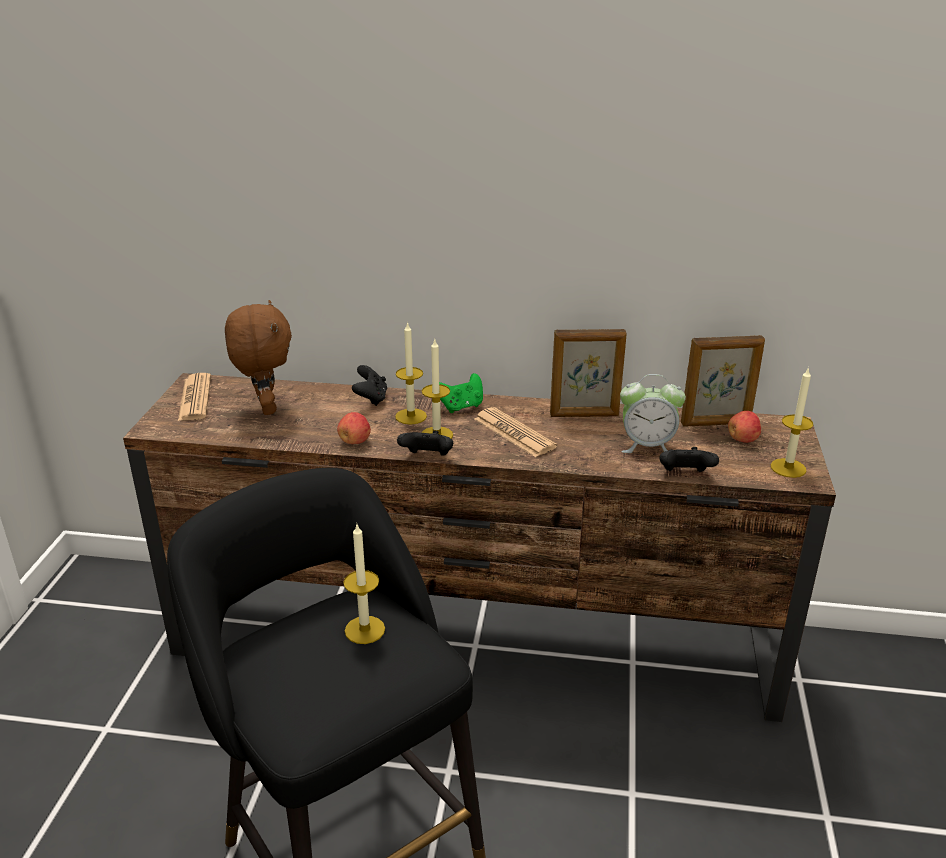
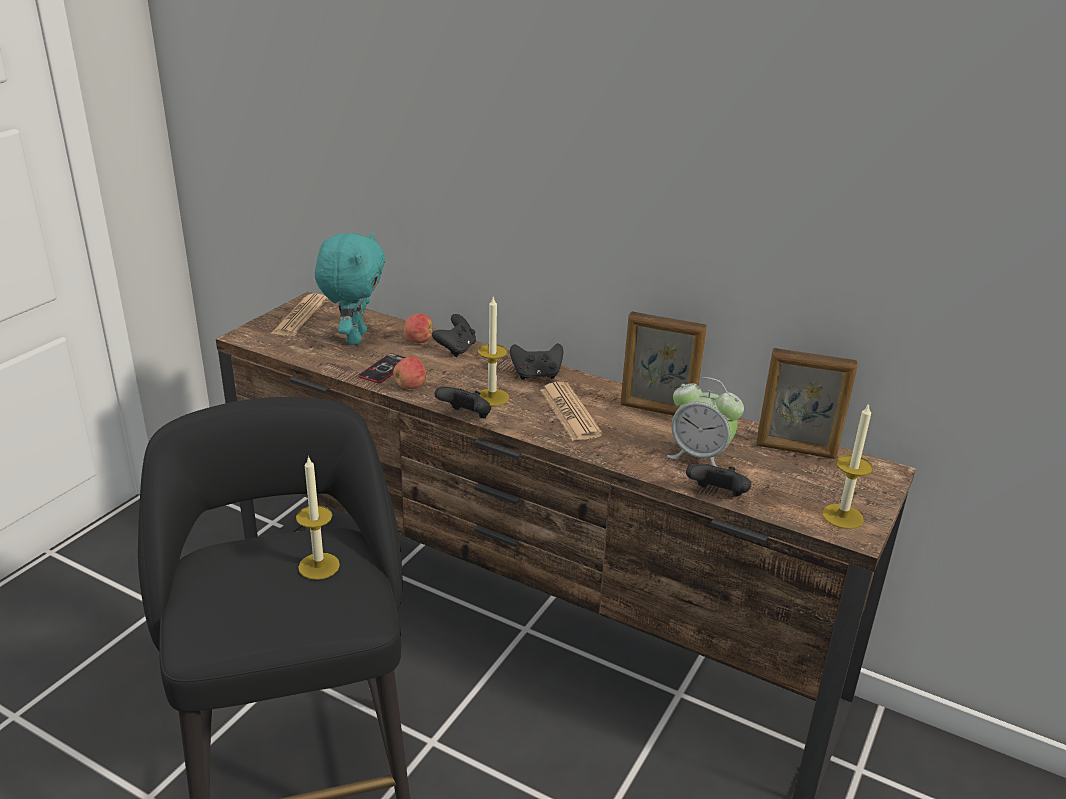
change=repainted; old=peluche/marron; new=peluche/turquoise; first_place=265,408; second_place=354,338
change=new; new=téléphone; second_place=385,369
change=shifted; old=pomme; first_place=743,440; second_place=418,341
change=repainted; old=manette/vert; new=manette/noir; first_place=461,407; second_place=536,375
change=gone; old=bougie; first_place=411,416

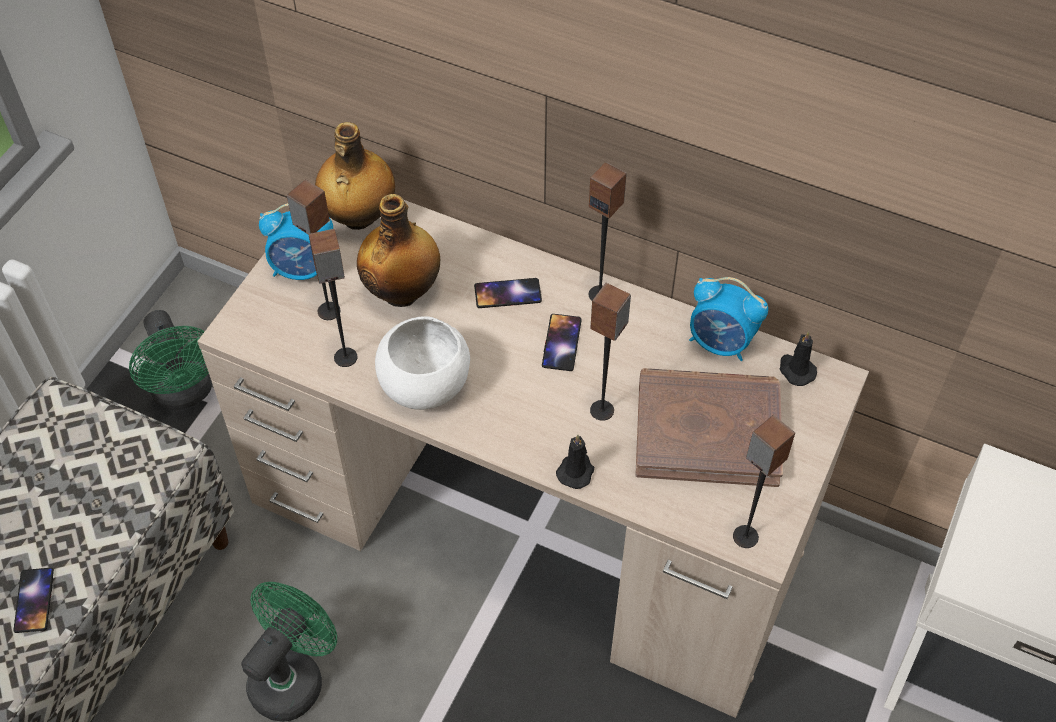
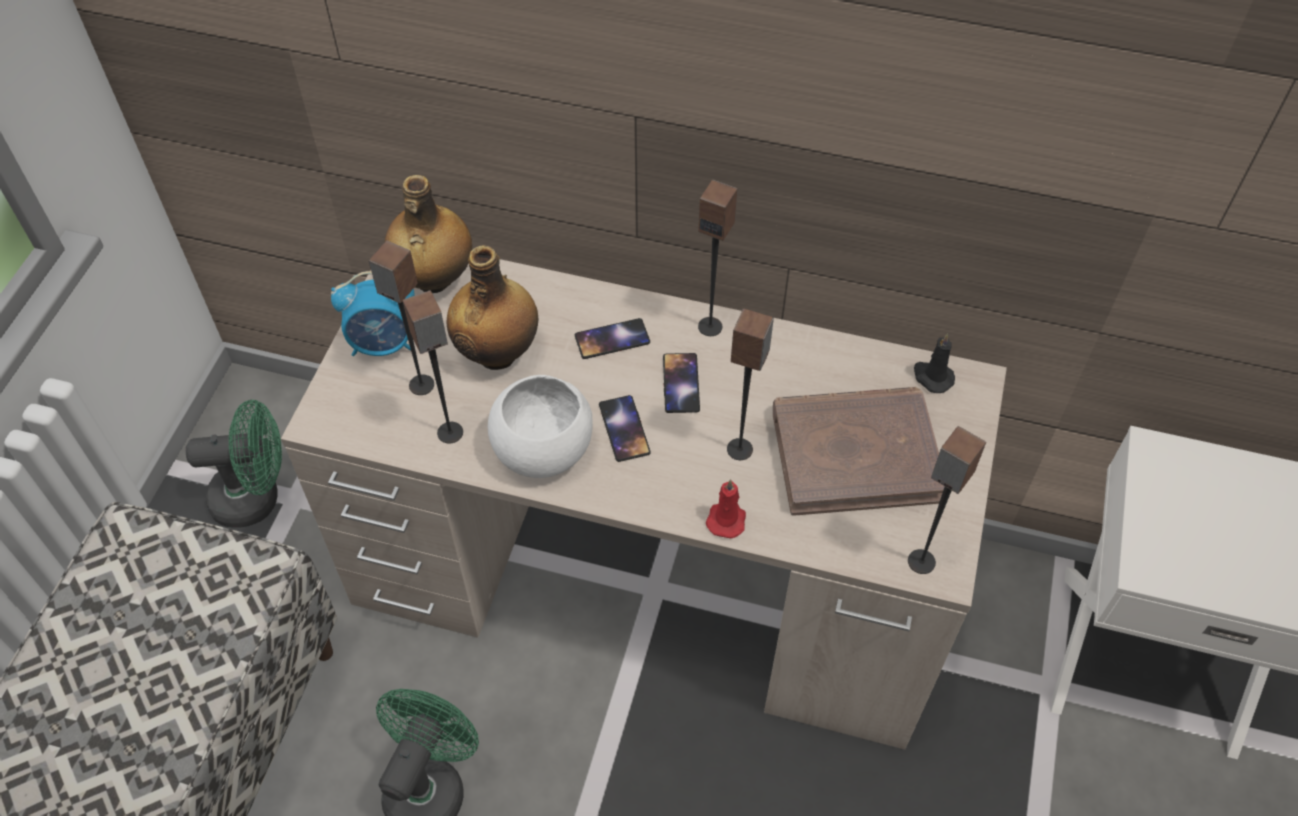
change=rotated; old=ventilateur/vert; first_place=185,393; second_place=257,497; degrees=-60
change=shifted; old=téléphone; first_place=34,600; second_place=624,428
change=repainted; old=bougie/noir; new=bougie/rouge; first_place=576,470; second_place=726,518
change=gone; old=réveil; first_place=721,343

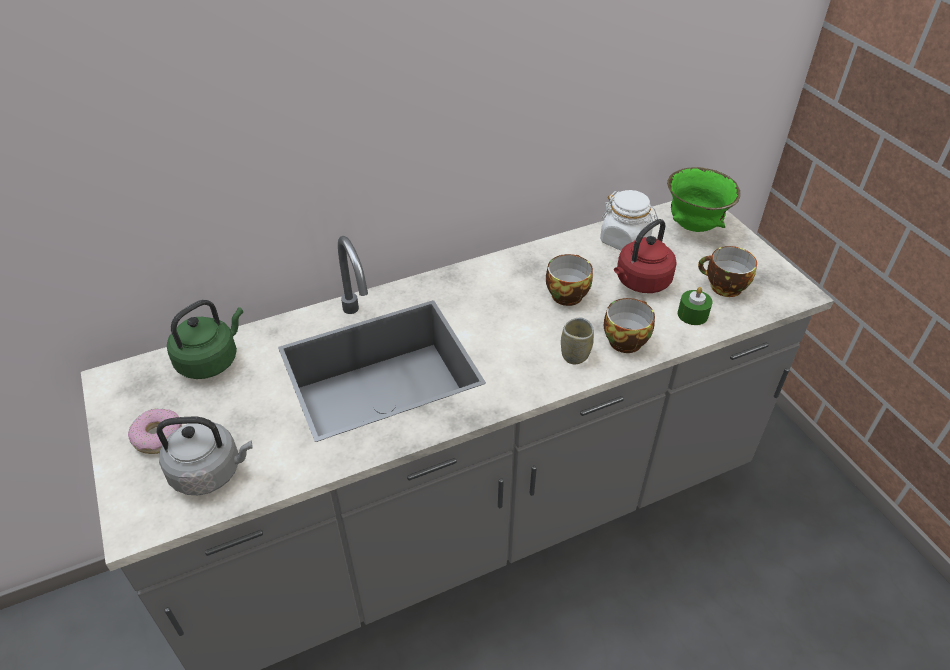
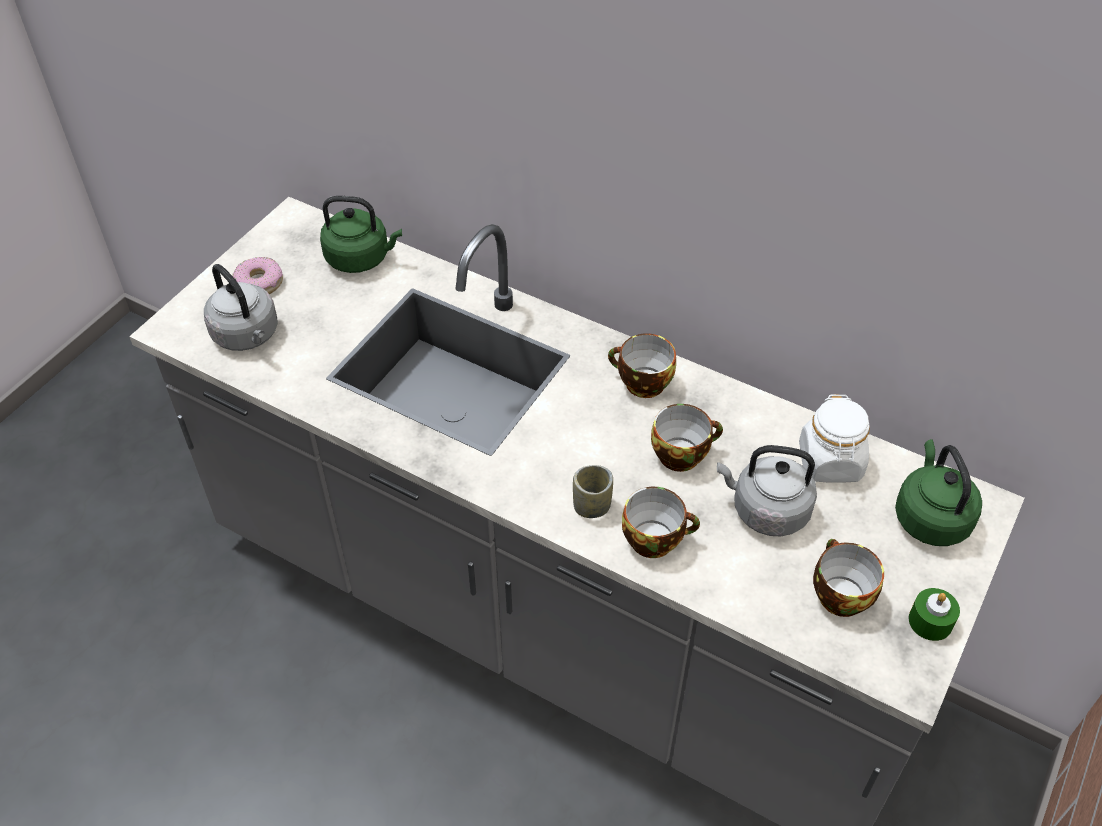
change=new; new=tasse; second_place=641,384
change=repainted; old=bouilloire/rouge; new=bouilloire/gris; first_place=640,282; second_place=766,510
change=swapped; old=bol/vert; new=bouilloire/vert; first_place=693,227; second_place=930,517
change=shifted; old=bougie/vert; first_place=692,314; second_place=930,621

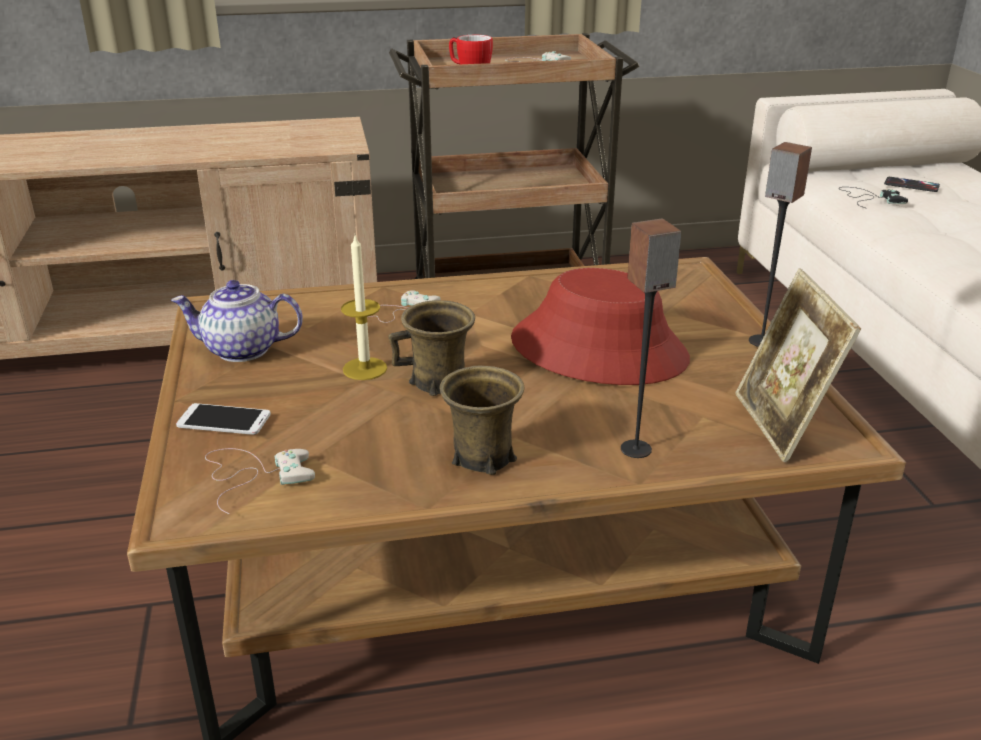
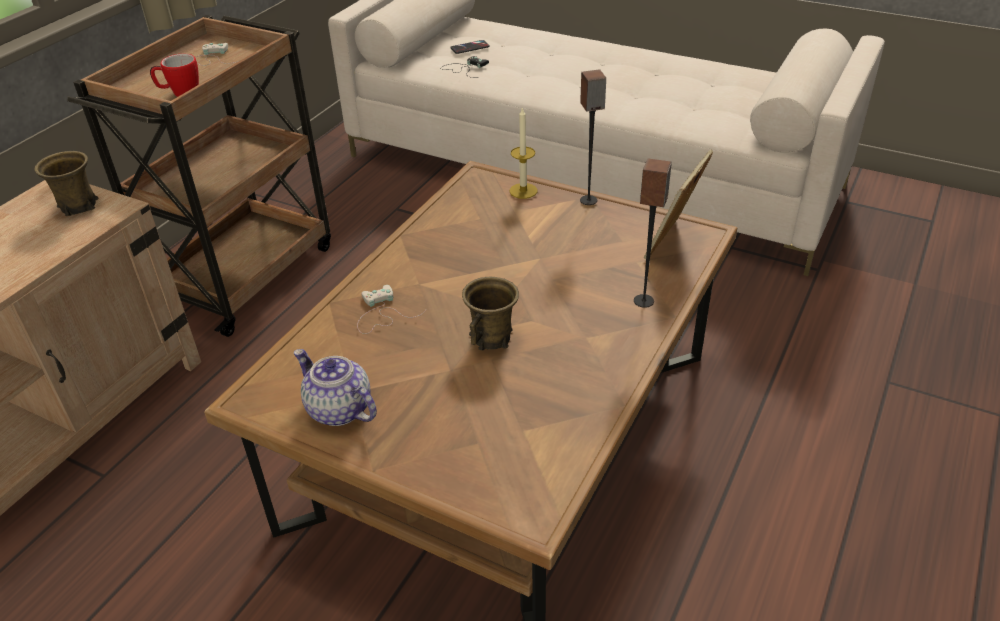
change=shifted; old=mug/marron; first_place=482,456; second_place=77,206
change=rotated; old=théière; first_place=241,350; second_place=338,409; degrees=90
change=shifted; old=bougie; first_place=365,369; second_place=523,191
change=rotated; old=cadre photo; first_place=781,425; second_place=673,243; degrees=90
change=gone; old=téléphone; first_place=224,420
change=gone; old=manette/blanc; first_place=253,474
change=gone; old=chapeau/rouge; first_place=599,350

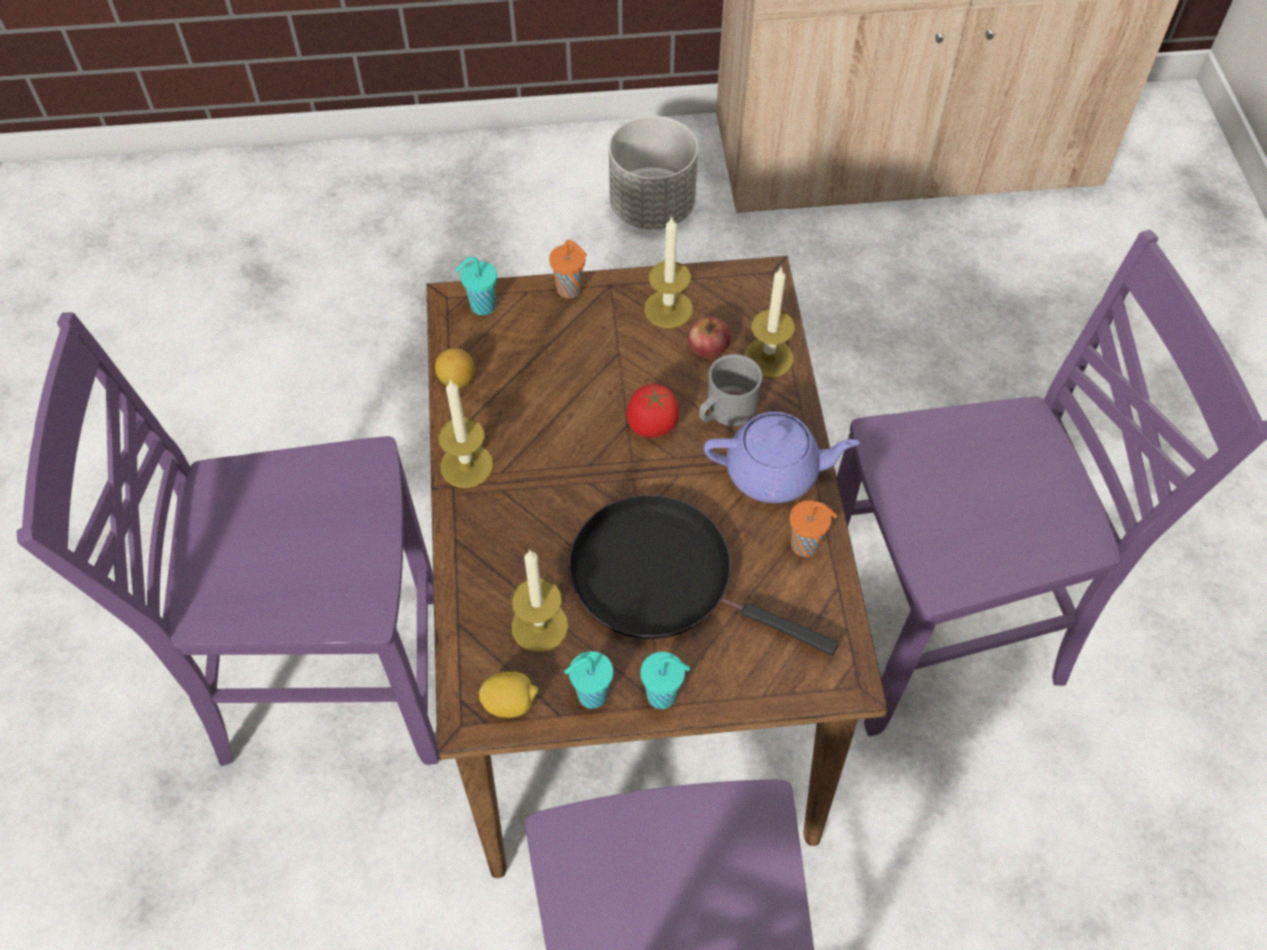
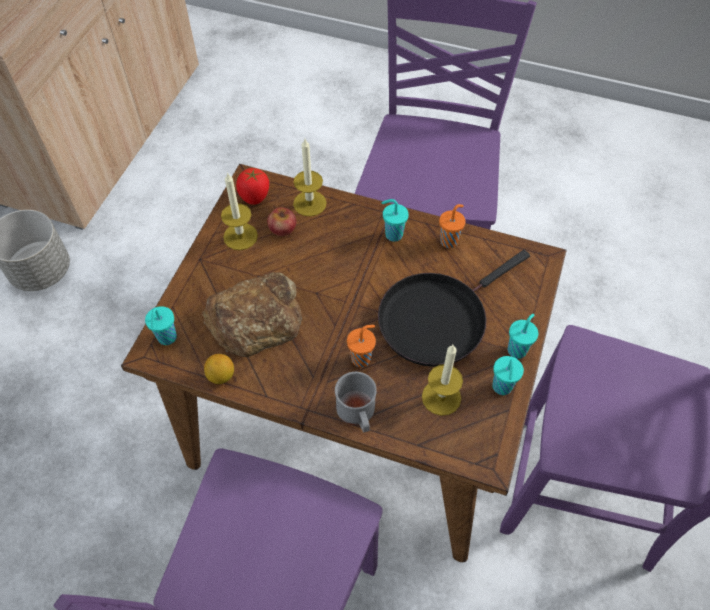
change=new; new=pain; second_place=256,319
change=shifted; old=tomate; first_place=652,426; second_place=254,197
change=shifted; old=mug/gris; first_place=725,411; second_place=357,414
change=shifted; old=tasse/orange; first_place=570,290; second_place=362,358
change=swapped; old=théière/violet; new=tasse/turquoise; first_place=774,472; second_place=392,234
change=gone; old=bougie; first_place=466,465
change=gone; old=citron; first_place=510,703

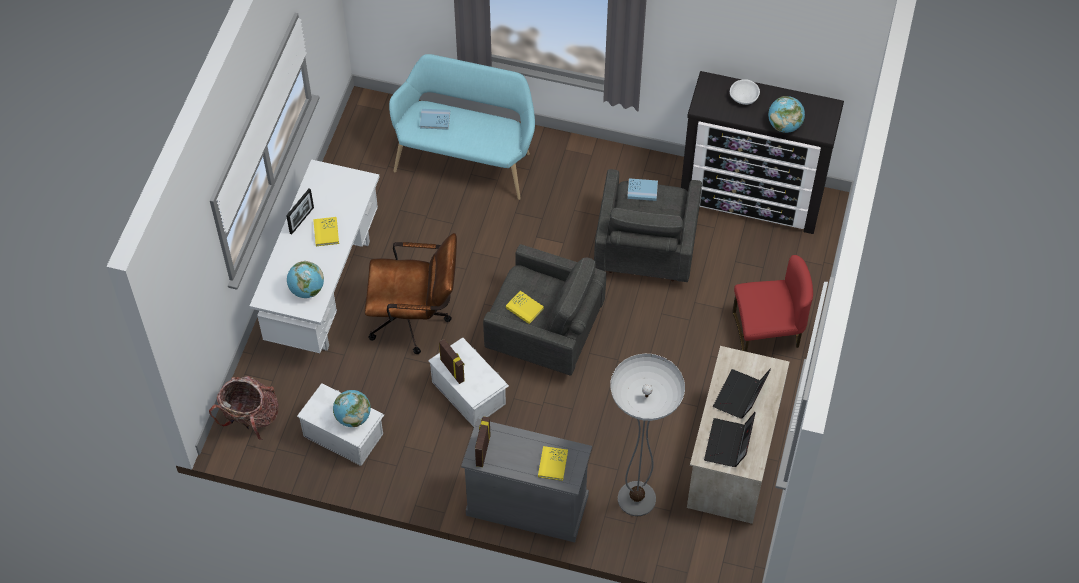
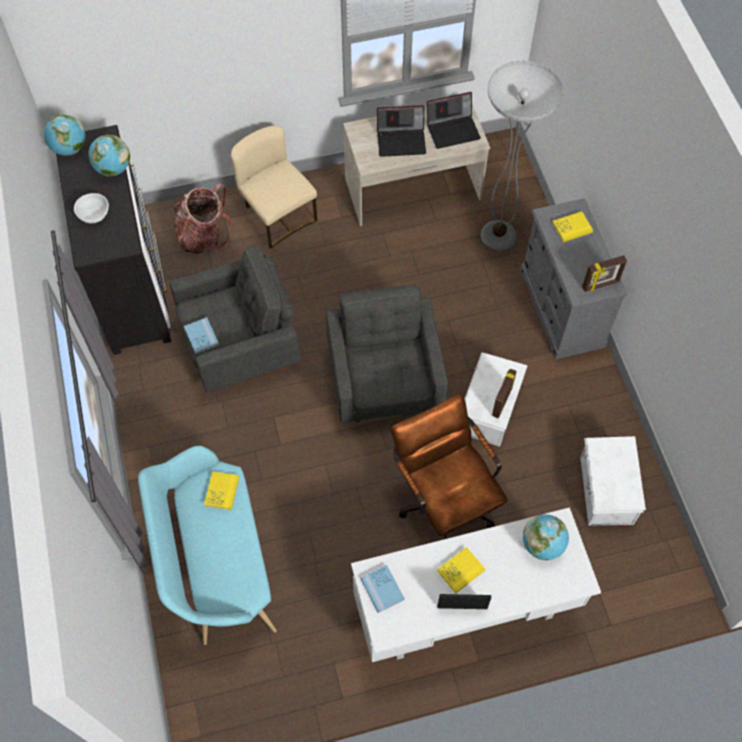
change=shifted; old=globe; first_place=353,417; second_place=69,148
change=shifted; old=sac à dos; first_place=250,418; second_place=203,235
change=shifted; old=livre/jaune; first_place=524,308; second_place=222,491
change=repainted; old=chaise/rouge; new=chaise/beige; first_place=766,334; second_place=277,215
change=shifted; old=livre/bleu; first_place=435,120; second_place=382,589

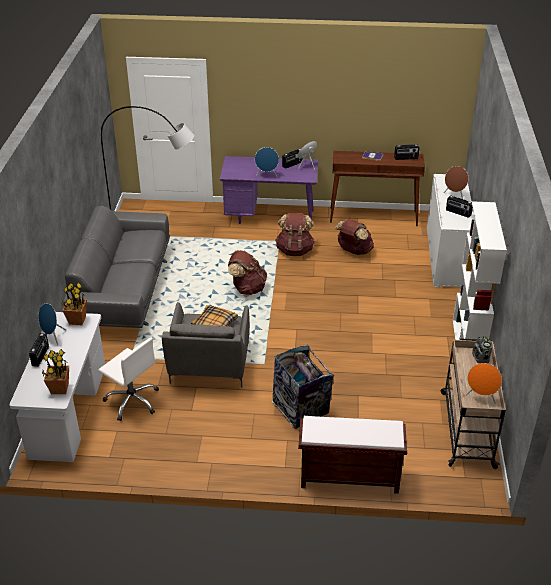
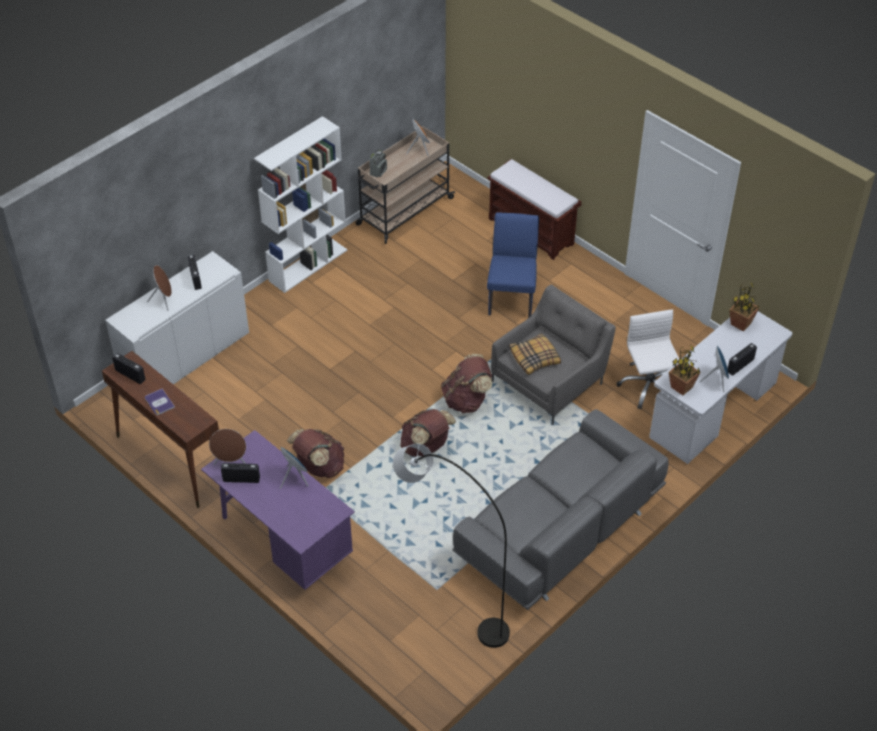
change=shifted; old=sac à dos/marron; first_place=353,251; second_place=466,400
change=swapped; old=poubelle; new=chaise/bleu; first_place=301,410; second_place=512,296

